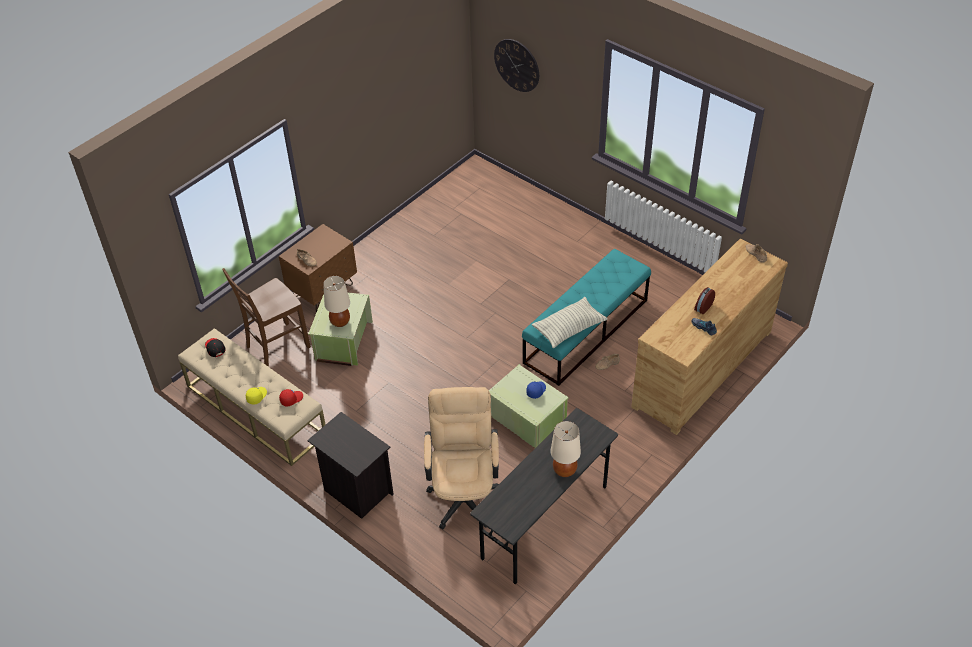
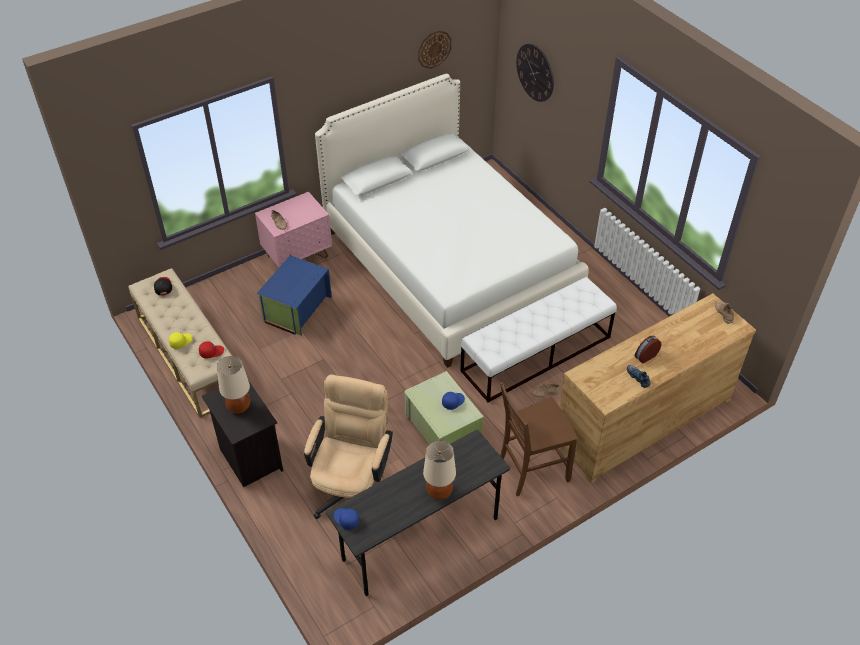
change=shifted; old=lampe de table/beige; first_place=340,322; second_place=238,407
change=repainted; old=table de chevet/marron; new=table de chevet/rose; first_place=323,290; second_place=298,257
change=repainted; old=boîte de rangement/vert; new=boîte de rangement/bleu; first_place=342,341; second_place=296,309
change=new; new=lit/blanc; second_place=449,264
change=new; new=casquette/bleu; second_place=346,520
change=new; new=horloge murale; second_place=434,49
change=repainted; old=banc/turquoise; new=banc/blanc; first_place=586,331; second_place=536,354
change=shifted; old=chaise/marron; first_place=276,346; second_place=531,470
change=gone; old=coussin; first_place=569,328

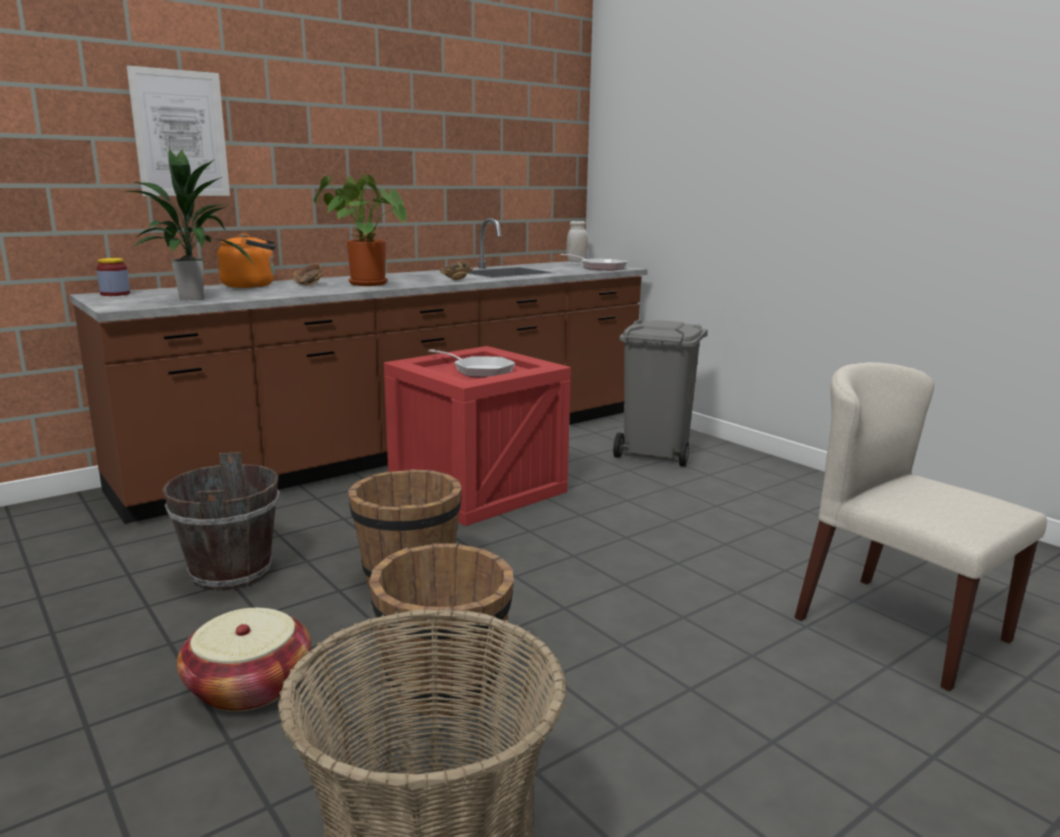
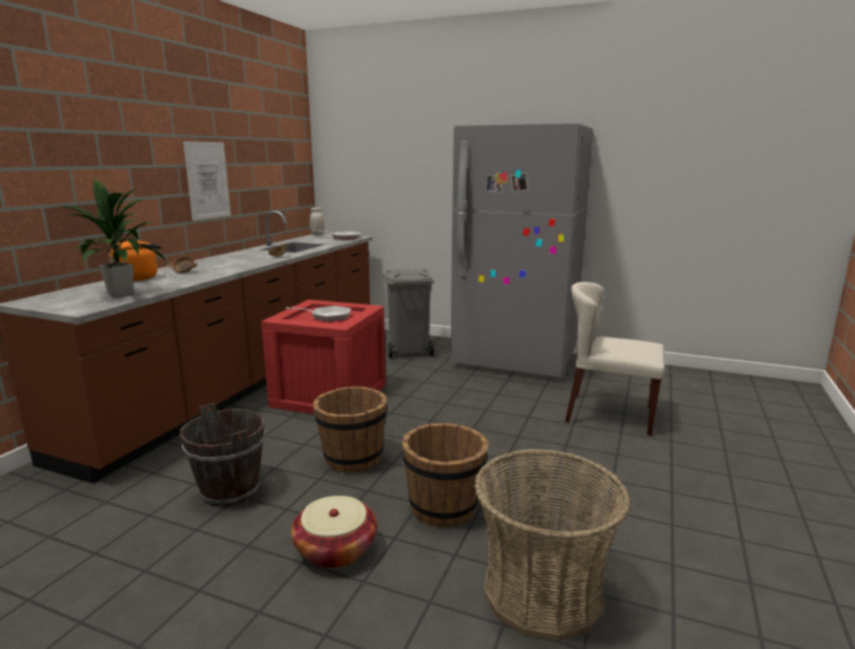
change=shifted; old=tableau; first_place=180,134; second_place=207,180
change=new; new=réfrigérateur/gris; second_place=515,360
change=gone; old=bocal; first_place=115,294
change=gone; old=plante en pot; first_place=363,284

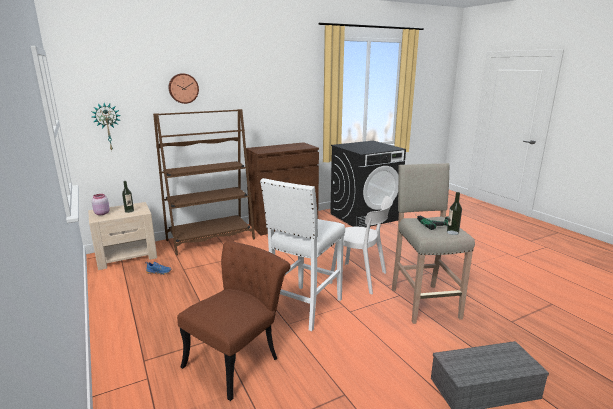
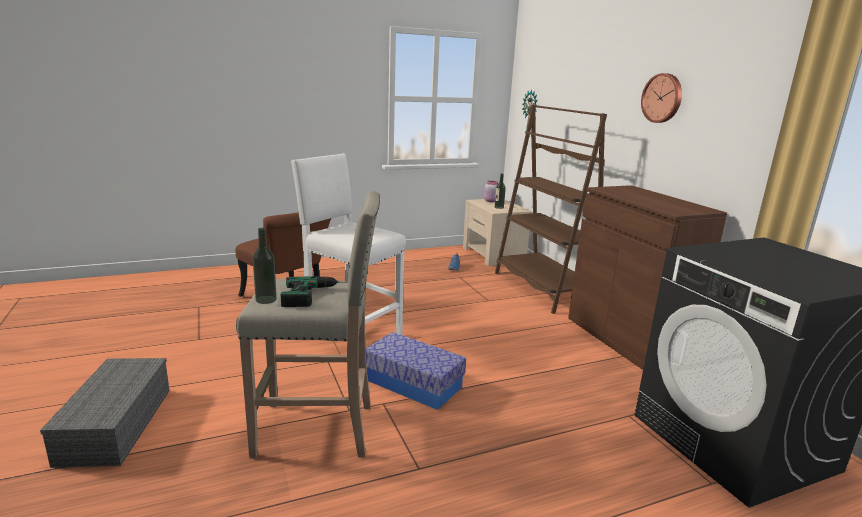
change=swapped; old=chaise/blanc; new=boîte de rangement; first_place=361,278; second_place=413,383
change=shifted; old=horloge murale; first_place=183,88; second_place=663,98

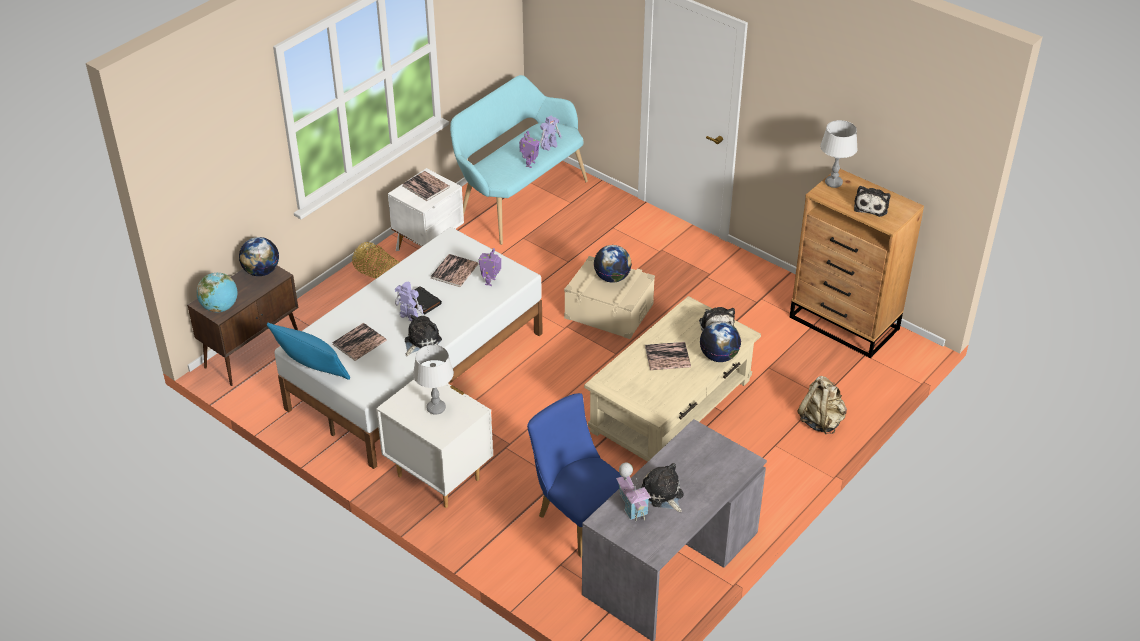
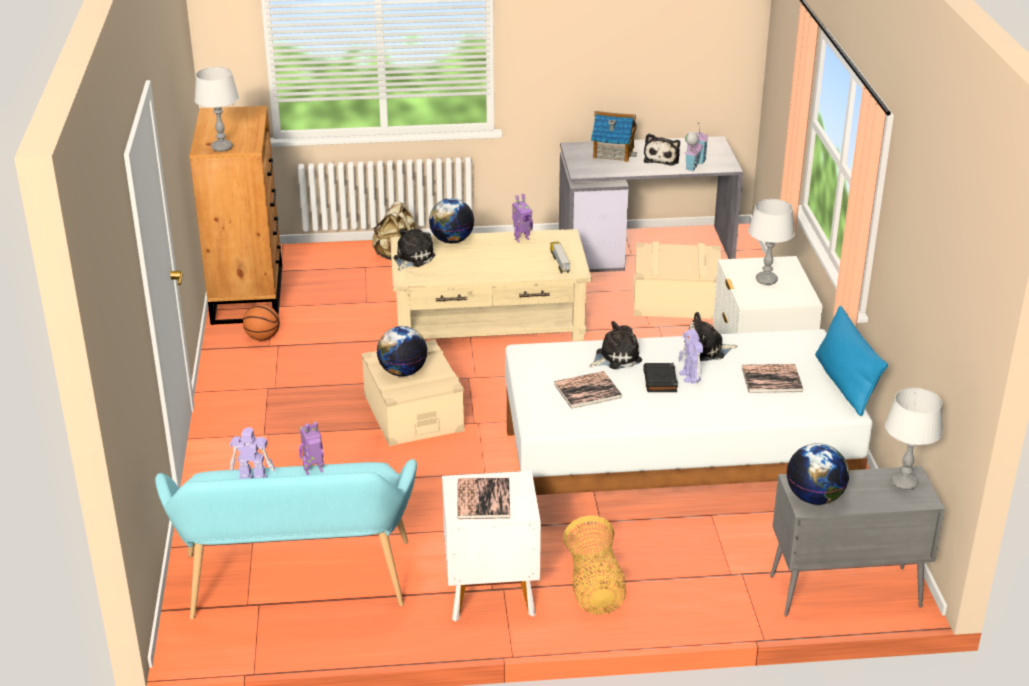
change=new; new=ballon de basket; second_place=262,338
change=shifted; old=robot jouet; first_place=491,282; second_place=521,239
change=new; new=camion jouet; second_place=559,262
change=shifted; old=peluche; first_place=871,206; second_place=615,357
change=new; new=maison miniature; second_place=613,152
change=swapped; old=chaise/bleu; new=boîte de rangement/beige; first_place=578,517; second_place=675,300
change=repainted; old=meuble de rangement/marron; new=meuble de rangement/gris; first_place=253,352; second_place=843,591
change=swapped; old=globe; new=lampe de table/gris; first_place=220,307; second_place=904,483
change=gone; old=livre; first_place=667,357

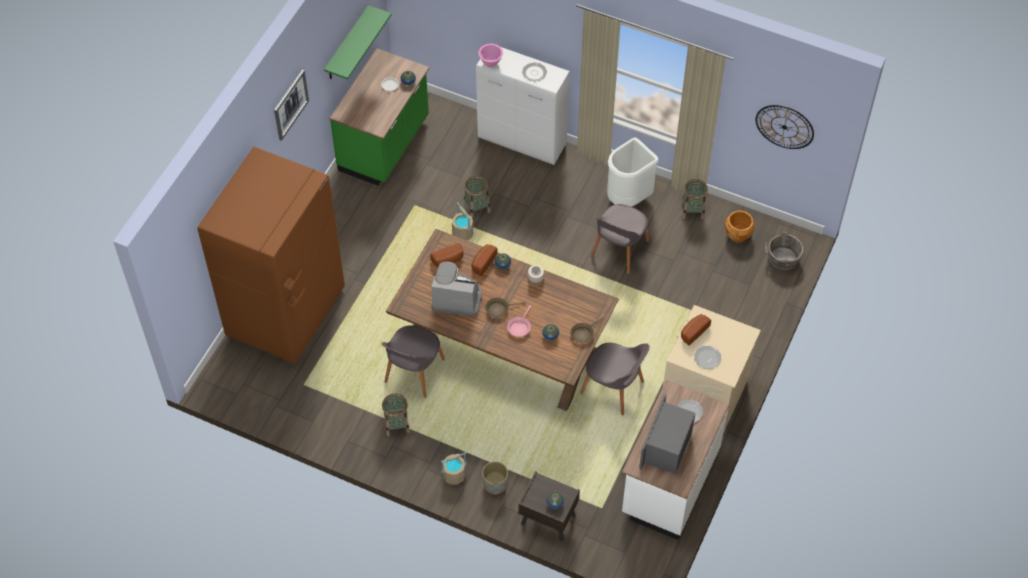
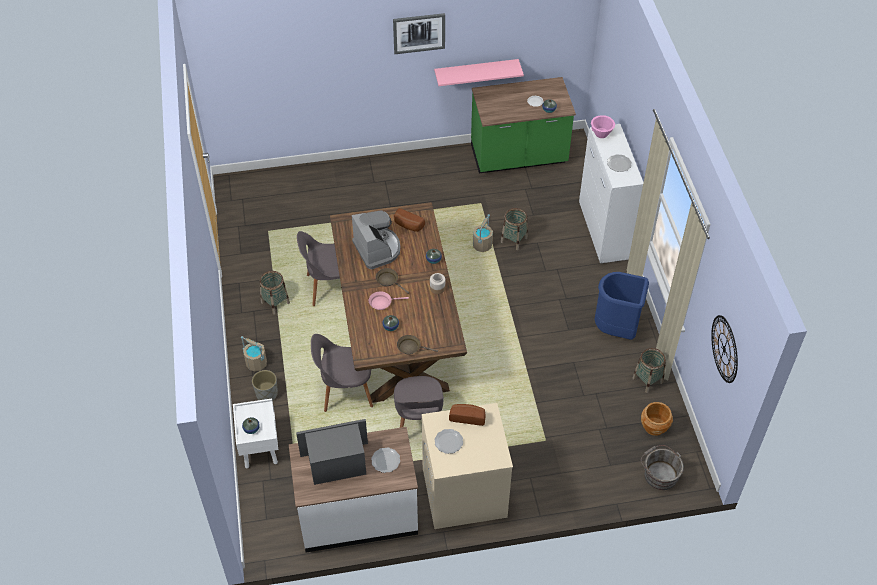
change=repainted; old=table de chevet/marron; new=table de chevet/blanc; first_place=547,519; second_place=259,447
change=shifted; old=chaise/gris; first_place=619,250; second_place=345,391
change=new; new=étagère/rose; second_place=476,72
change=repainted; old=poubelle/blanc; new=poubelle/bleu; first_place=628,198; second_place=616,329
change=gone; old=réfrigérateur/marron; first_place=287,313
change=gone; old=étagère/vert; first_place=347,44
change=gone; old=pain; first_place=482,262

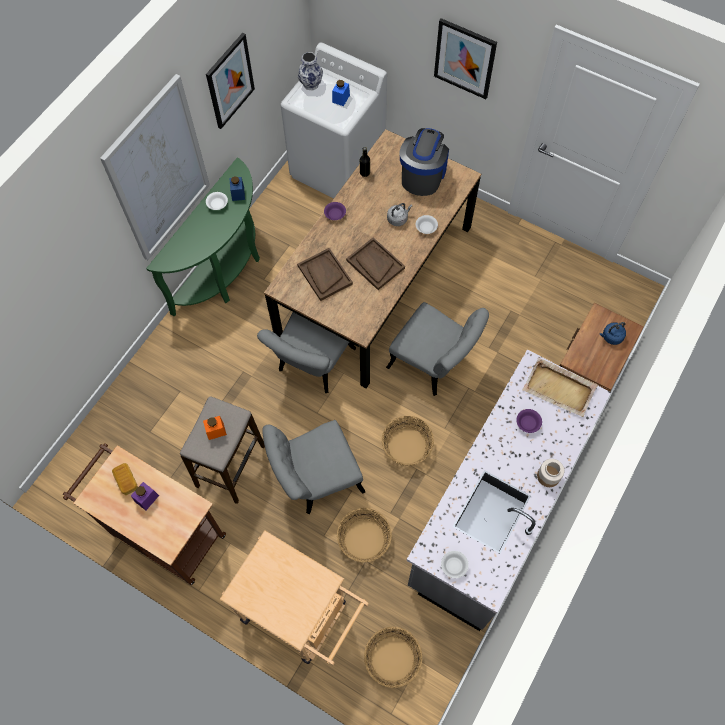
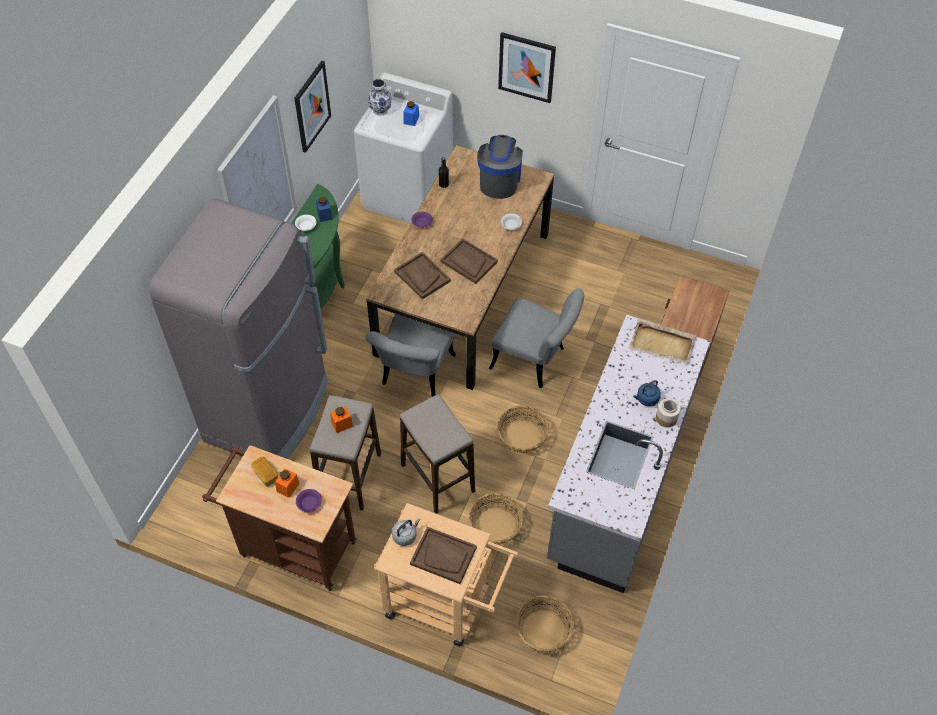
change=new; new=réfrigérateur/gris; second_place=269,412
change=repainted; old=bocal/violet; new=bocal/orange; first_place=147,498; second_place=288,487
change=shifted; old=bol/violet; first_place=528,423; second_place=309,503
change=shifted; old=bouilloire/gris; first_place=398,219; second_place=405,535
change=swapped; old=chaise/gris; new=tabouret; first_place=316,480; second_place=437,478
change=new; new=plateau/marron; second_place=443,556
change=shifted; old=bouilloire/bleu; first_place=611,337; second_place=646,399
change=gone; old=bol/blanc; first_place=454,565

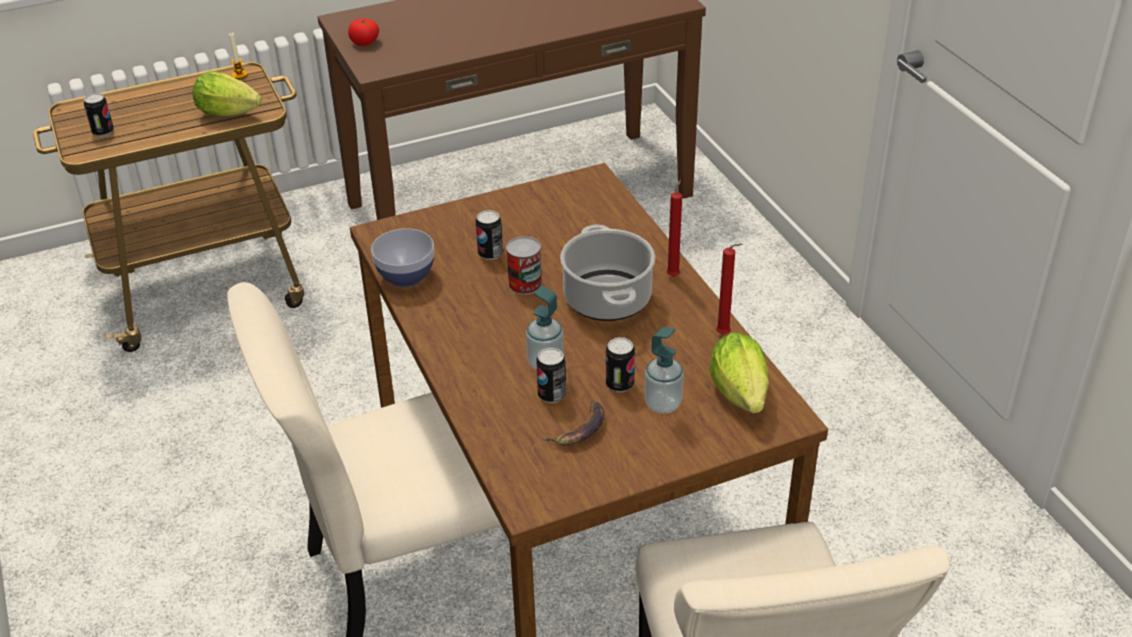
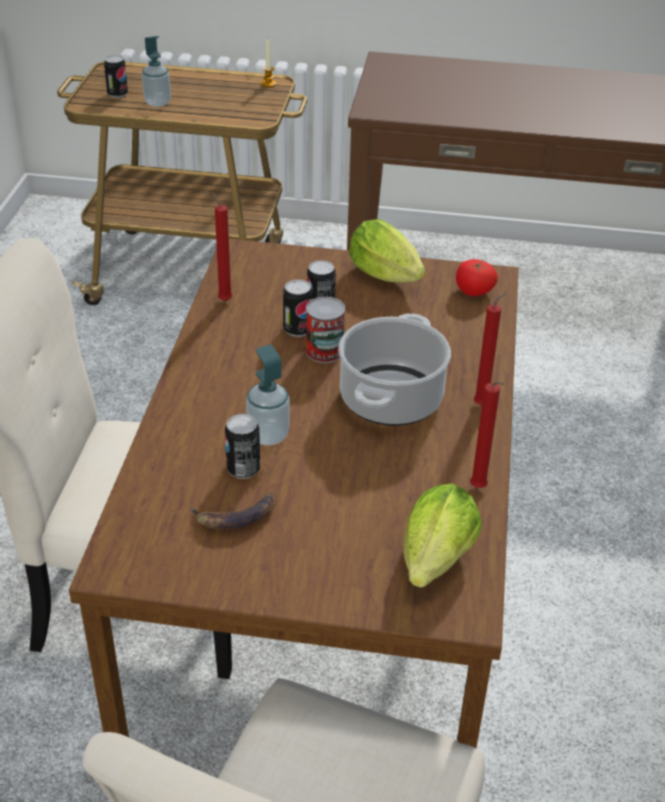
change=shifted; old=distributeur de savon; first_place=663,404; second_place=157,102
change=swapped; old=bol; new=bougie/rouge; first_place=405,276; second_place=223,299
change=shifted; old=boîte métallique; first_place=619,384; second_place=297,330
change=shifted; old=laitue; first_place=232,114; second_place=388,278
change=shifted; old=tomate; first_place=365,43; second_place=474,291

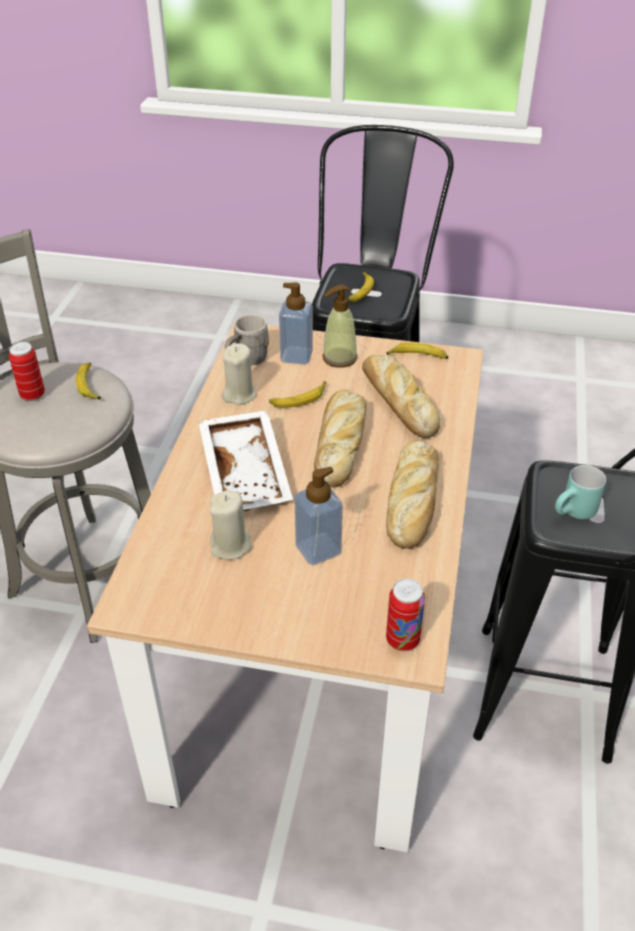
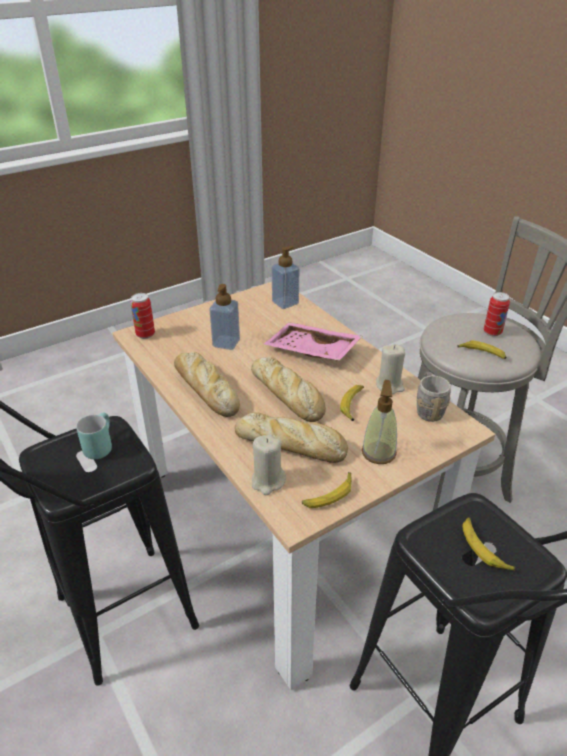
change=shifted; old=bougie/beige; first_place=231,546; second_place=268,481
change=repainted; old=plateau/blanc; new=plateau/rose; first_place=247,473; second_place=311,352
change=shifted; old=distributeur de savon; first_place=296,356; second_place=285,303

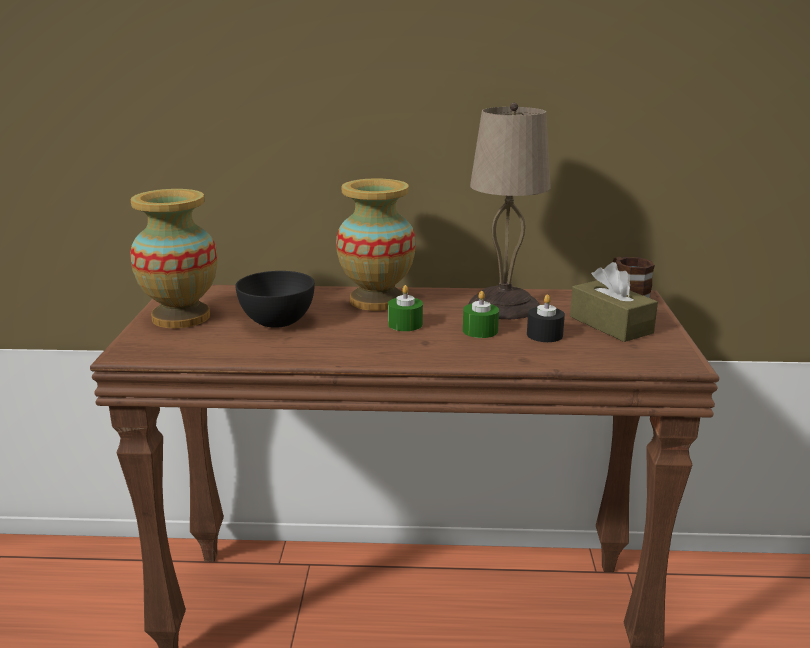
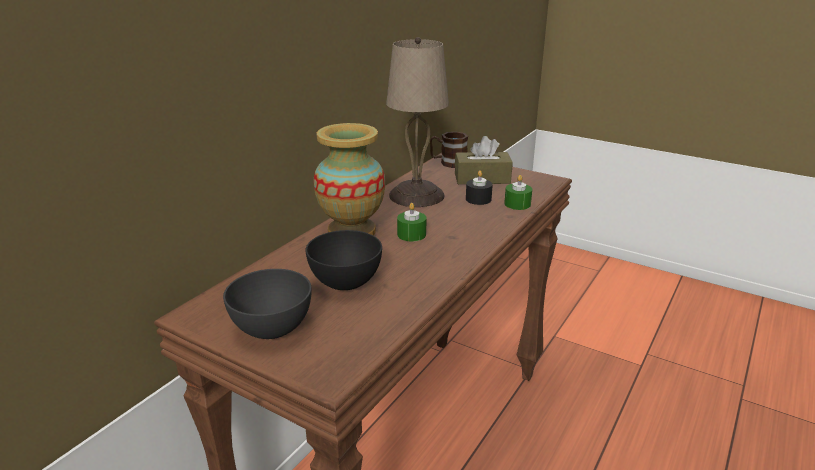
change=swapped; old=vase; new=bol/gris; first_place=181,317; second_place=272,328
change=shifted; old=bougie/vert; first_place=480,331; second_place=517,204

